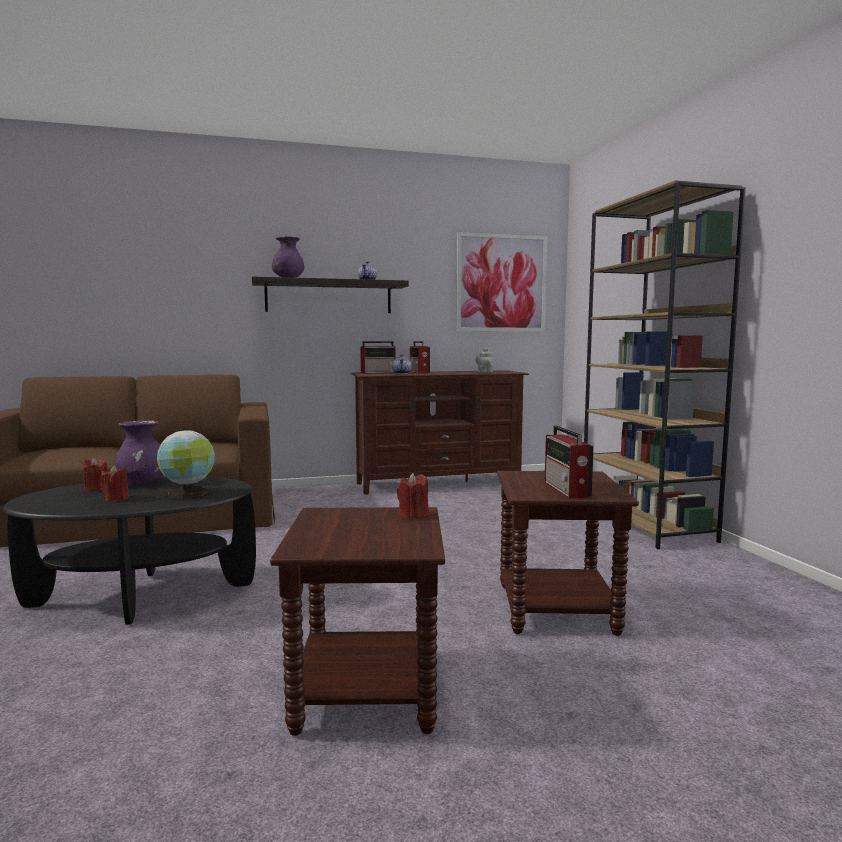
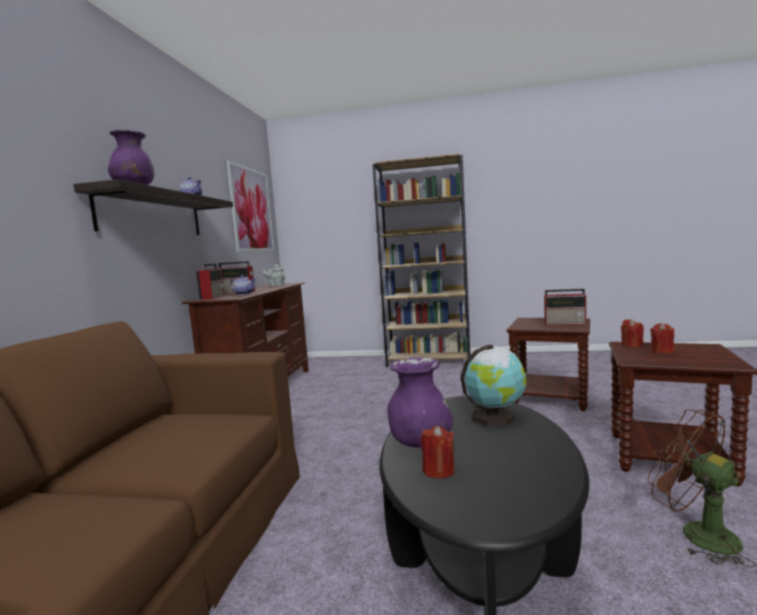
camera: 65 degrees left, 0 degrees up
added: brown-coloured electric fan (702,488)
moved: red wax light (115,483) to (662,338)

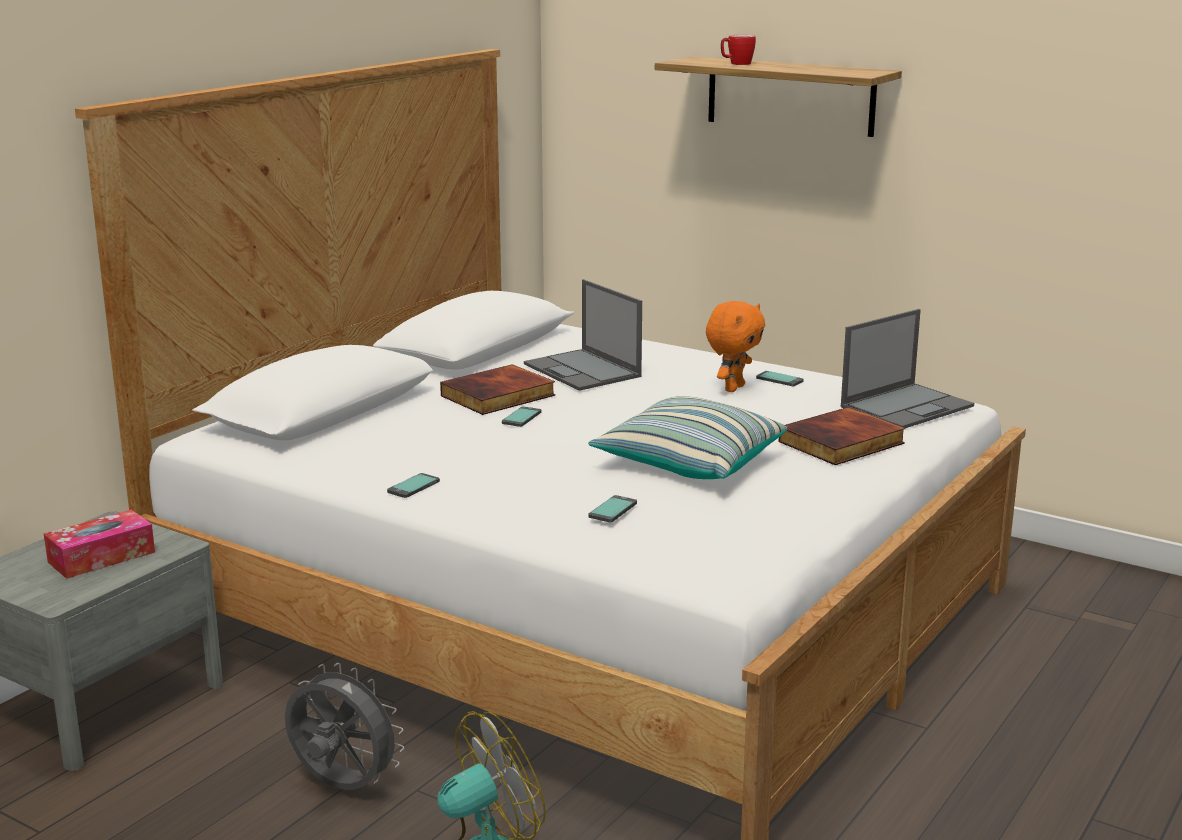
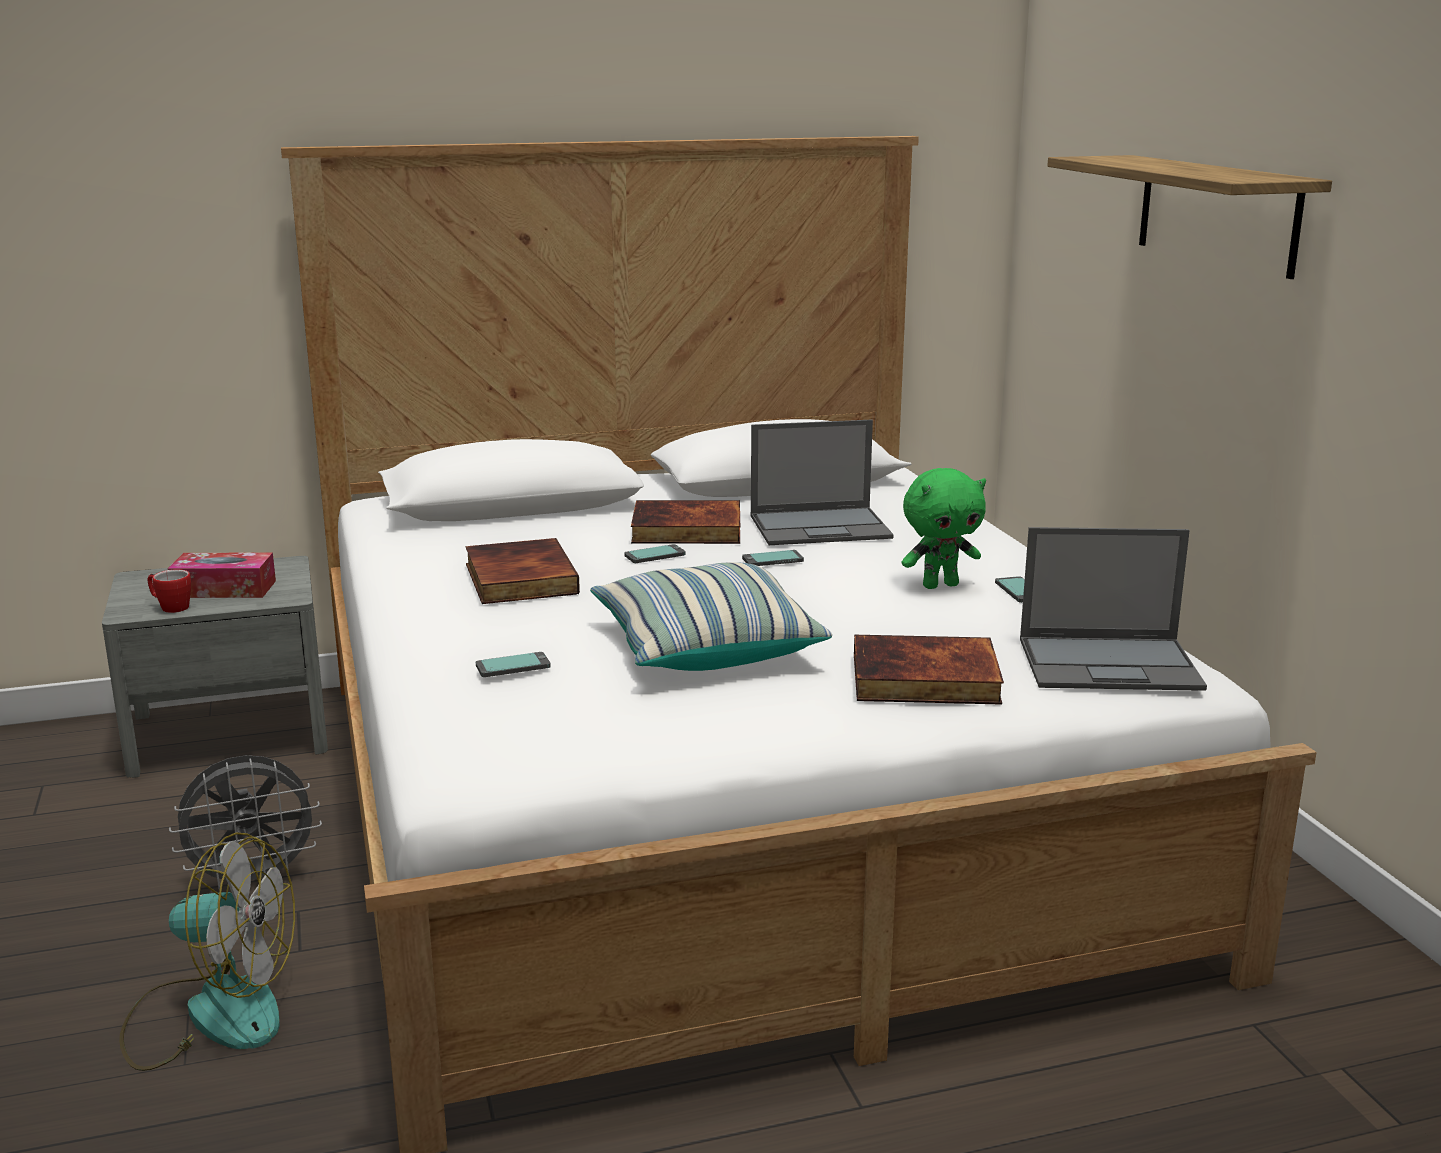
camera: 40 degrees right, 0 degrees up
added: bound book (523,571)
moved: handset (413,485) to (773,558); tea mug (738,50) to (169,591)
recoloured: orangey plush toy (735,346) to greenish plush toy (944,528)
turned: gray electric fan (344,726) = (245,822) 90 degrees clockwise; laptop (583,335) = (822,482) 105 degrees counterclockwise

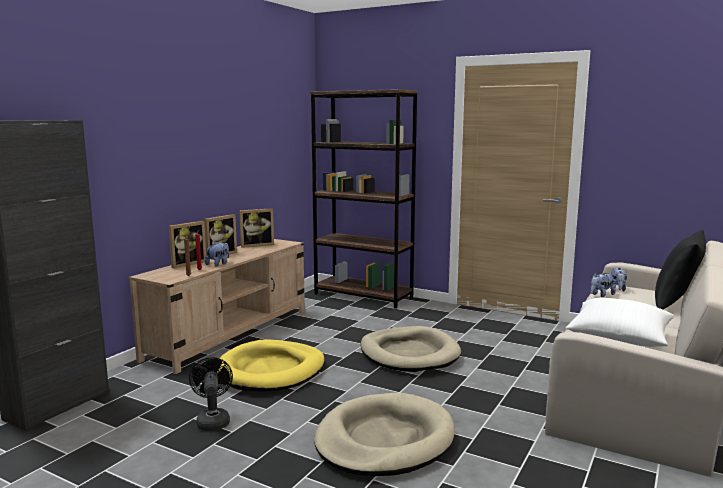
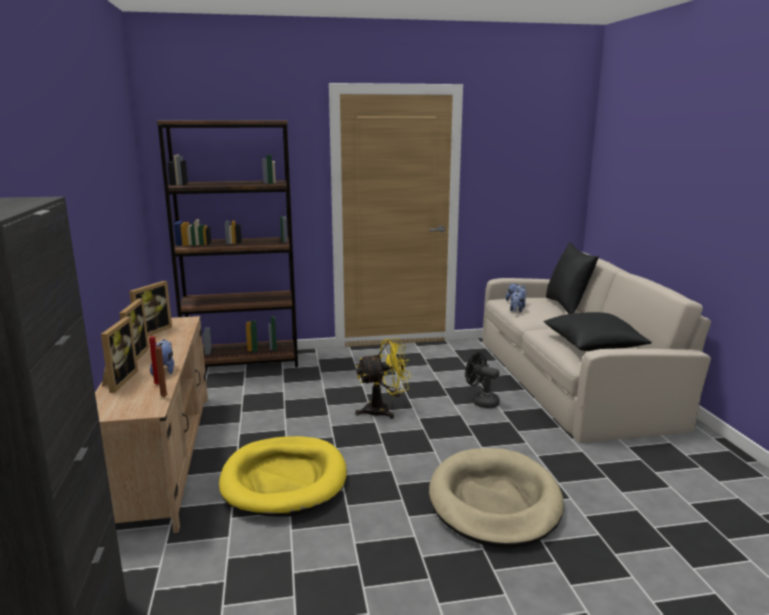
camera: 40 degrees left, 5 degrees up
moved: black electric fan (211,394) to (482,380)
replaced: beige-coloured dog cushion (410,349) to yellow-coloured electric fan (383,378)
recoloured: whitish cushion (619,322) to black cushion (597,331)

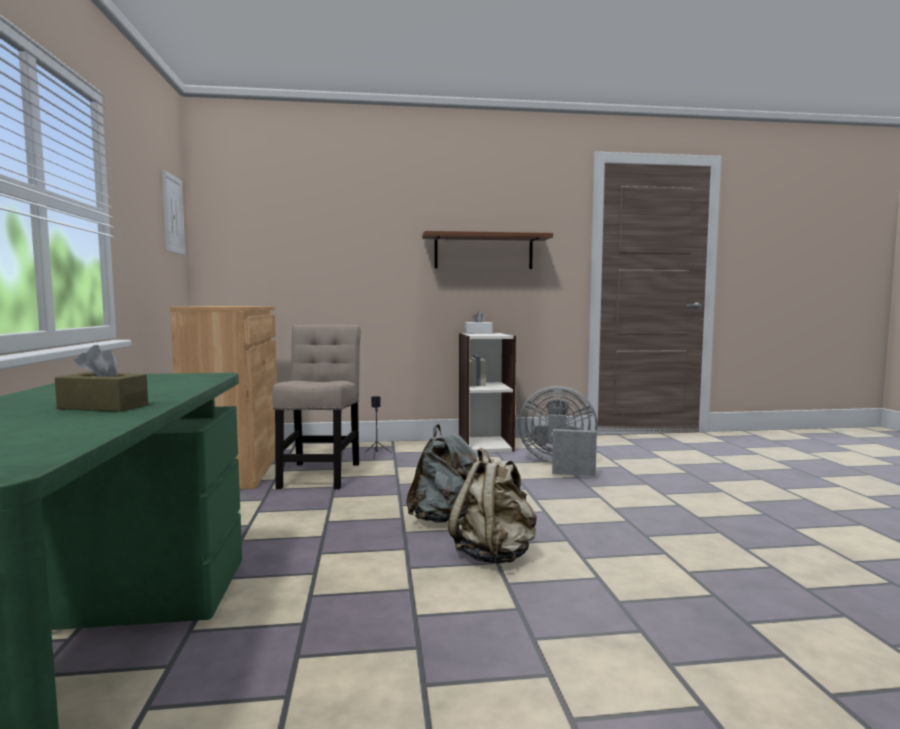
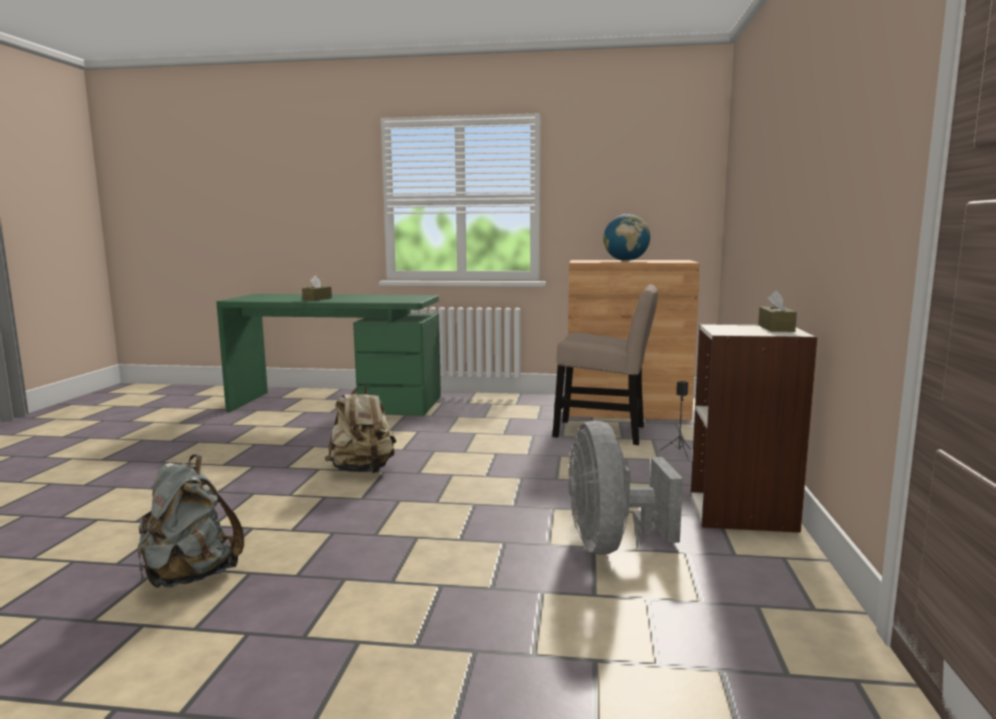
camera: 105 degrees right, 5 degrees up
removed: wall art (173,212); brown-coloured shelf (487,250)
added: world globe (626,237)
moved: gray backpack (441,473) to (190,521)
recoloured: whitish box of tissues (478,323) to brown-coloured box of tissues (777,311)
turned: gray electric fan (558,431) = (625,488) 150 degrees clockwise

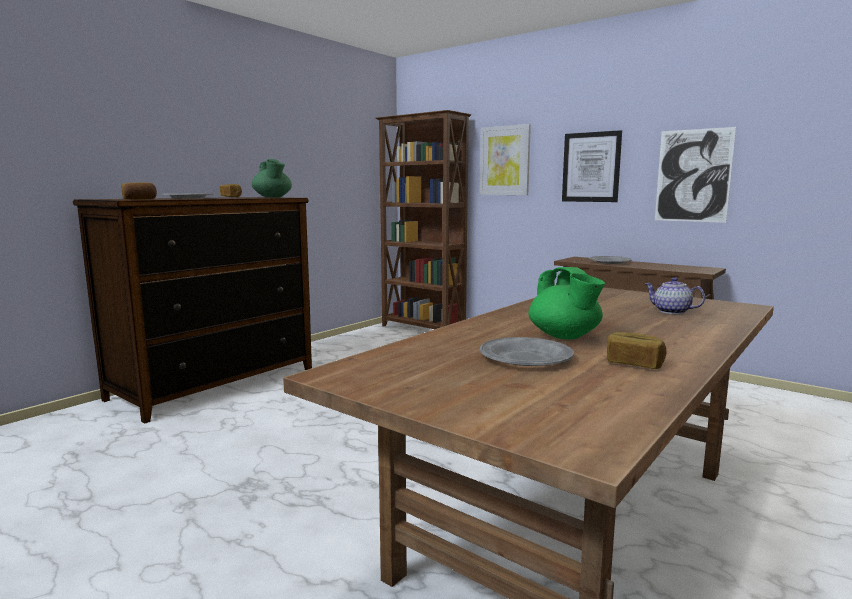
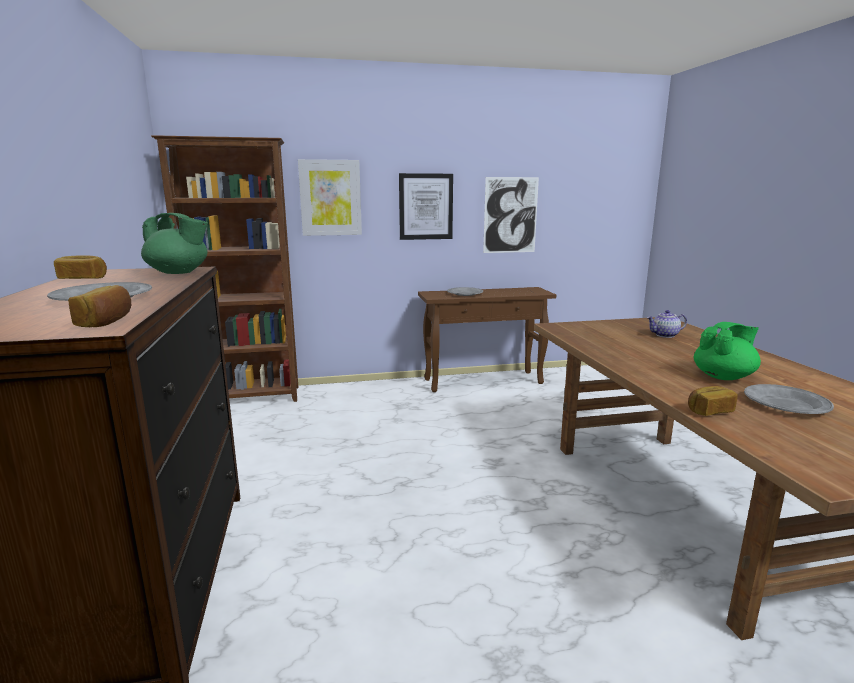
camera: 50 degrees left, 5 degrees up
moved: bread (637,350) to (713,401)
turned: greenish teapot (566,303) = (727,351) 45 degrees counterclockwise

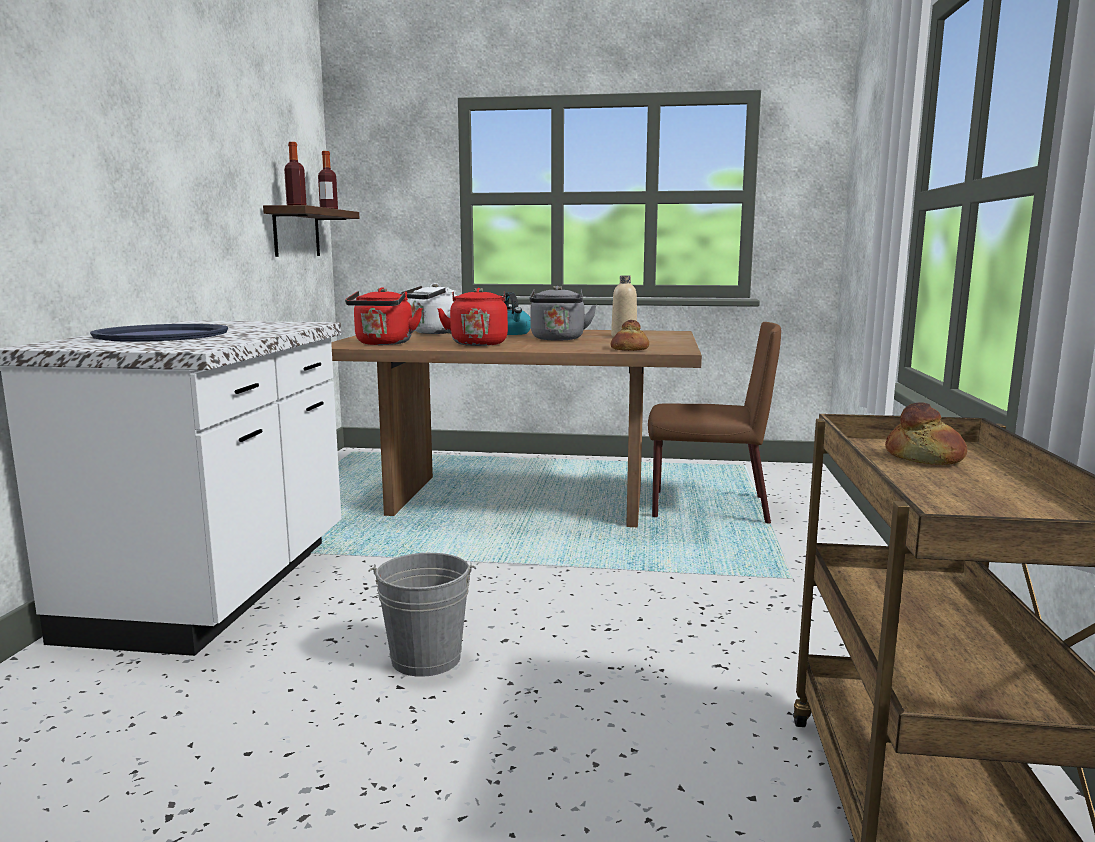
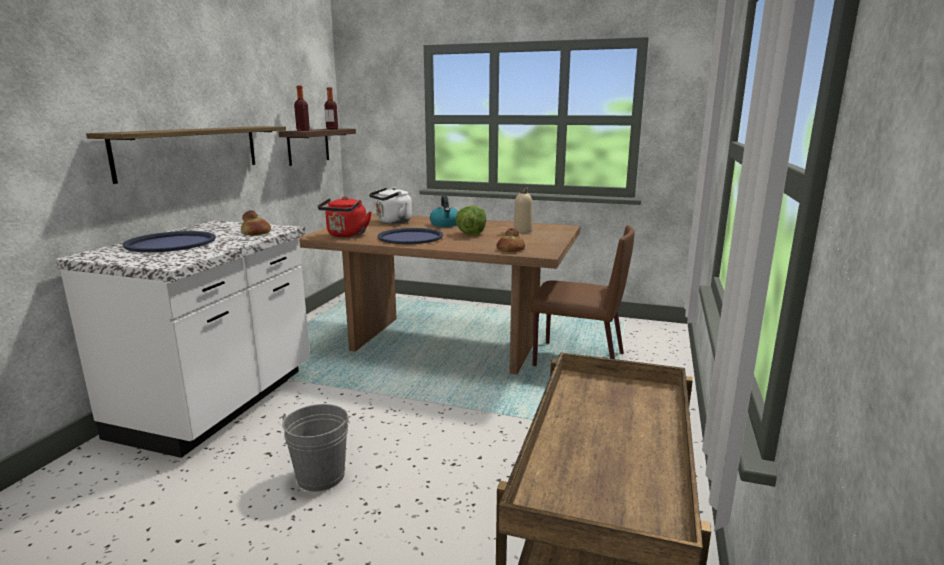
camera: 10 degrees right, 5 degrees up
added: shelf (186,155)
moved: bread (926,433) to (256,222)
replaced: red tea kettle (472,317) to blue tray (410,236); gray tea kettle (563,313) to lettuce head (470,220)

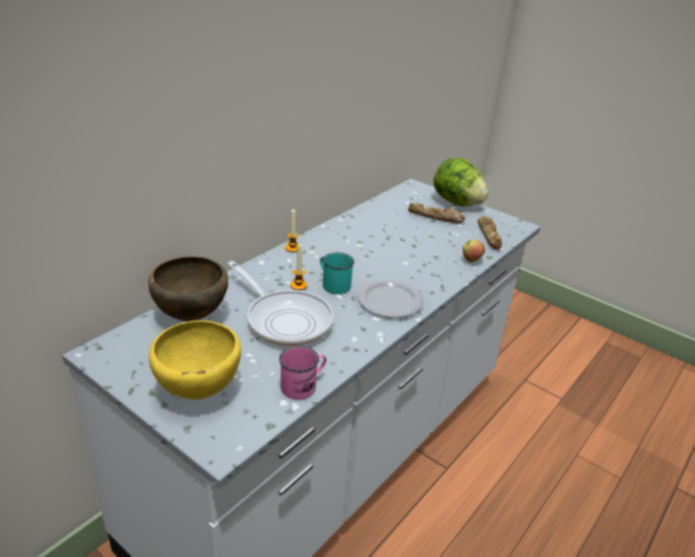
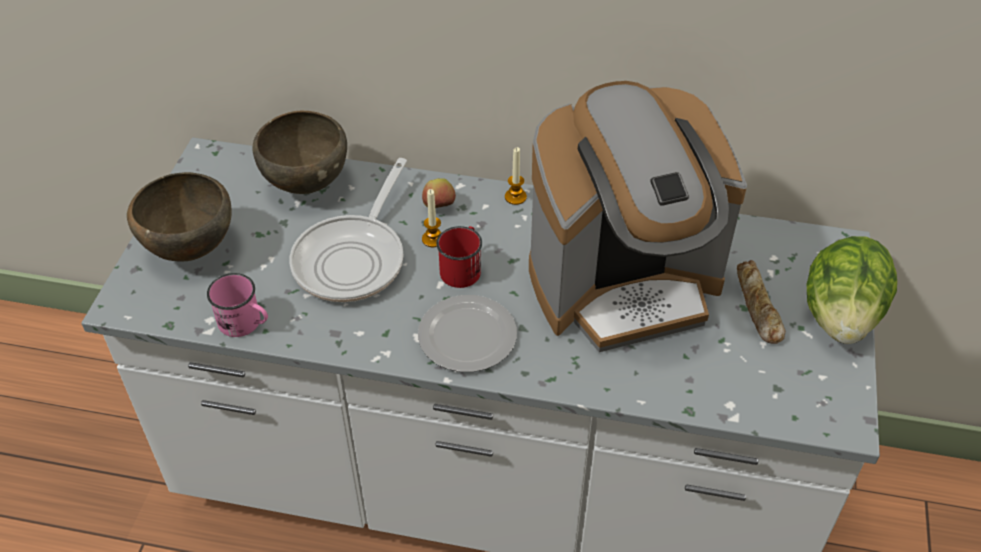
camera: 65 degrees right, 15 degrees up
removed: bread (490,232)
added: coffee maker (638,216)
moved: apple (474,251) to (439,193)
recoloured: yellow-coloured serving bowl (195,360) to brown-coloured serving bowl (179,217); blue-green tea mug (337,273) to red tea mug (459,257)

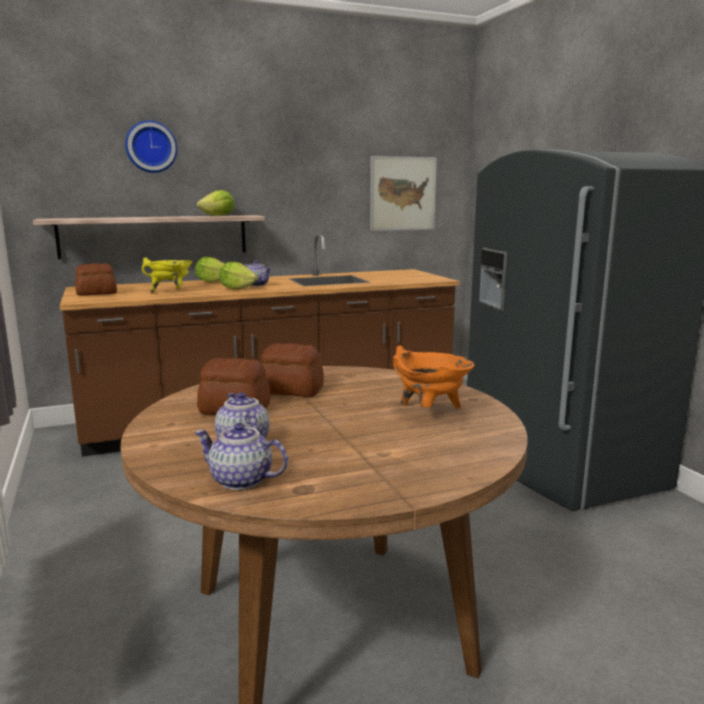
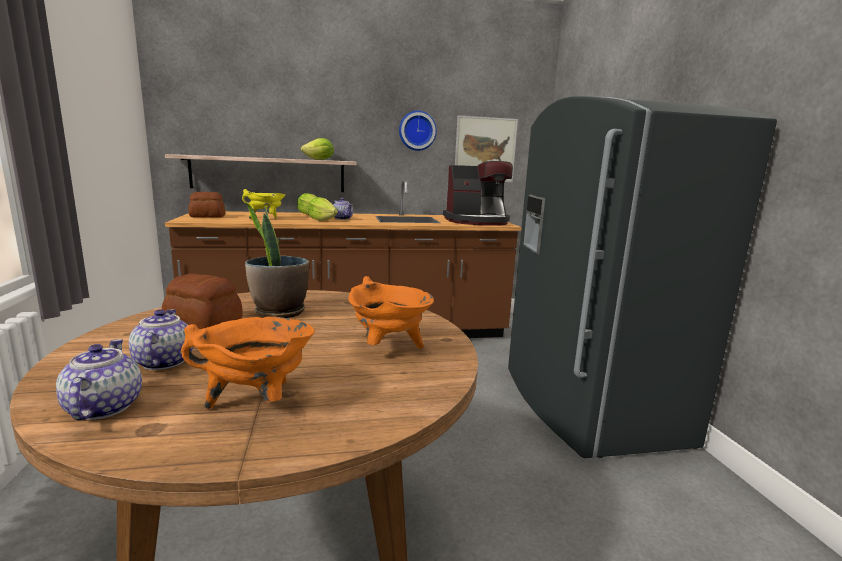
camera: 10 degrees right, 0 degrees up
added: orangey cooking pot (247,363); coffee maker (478,193)
moved: wall clock (151,146) to (418,131)
replaced: bread (292,370) to potted plant (277,260)
turned: teapot (241,456) = (99,380) 45 degrees clockwise

